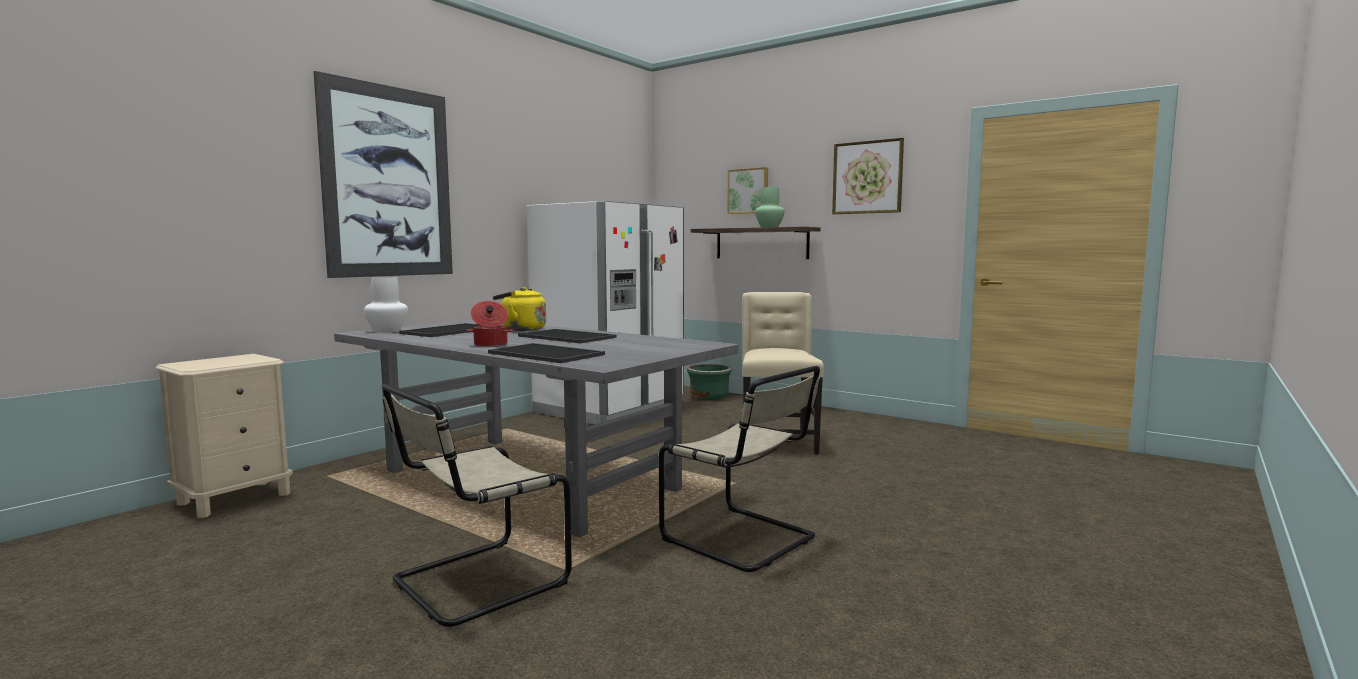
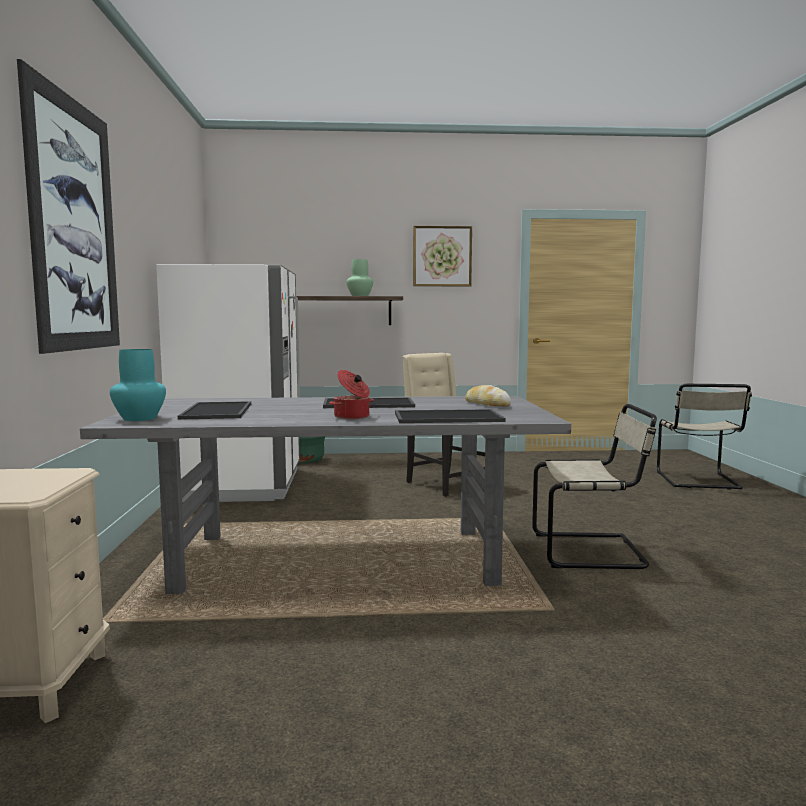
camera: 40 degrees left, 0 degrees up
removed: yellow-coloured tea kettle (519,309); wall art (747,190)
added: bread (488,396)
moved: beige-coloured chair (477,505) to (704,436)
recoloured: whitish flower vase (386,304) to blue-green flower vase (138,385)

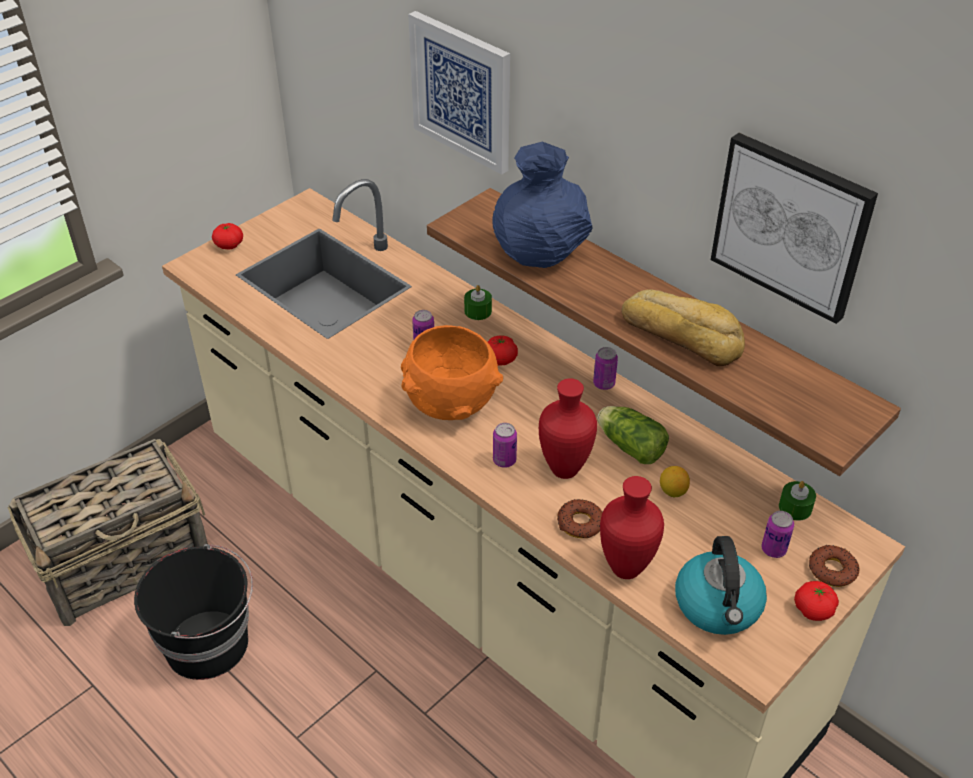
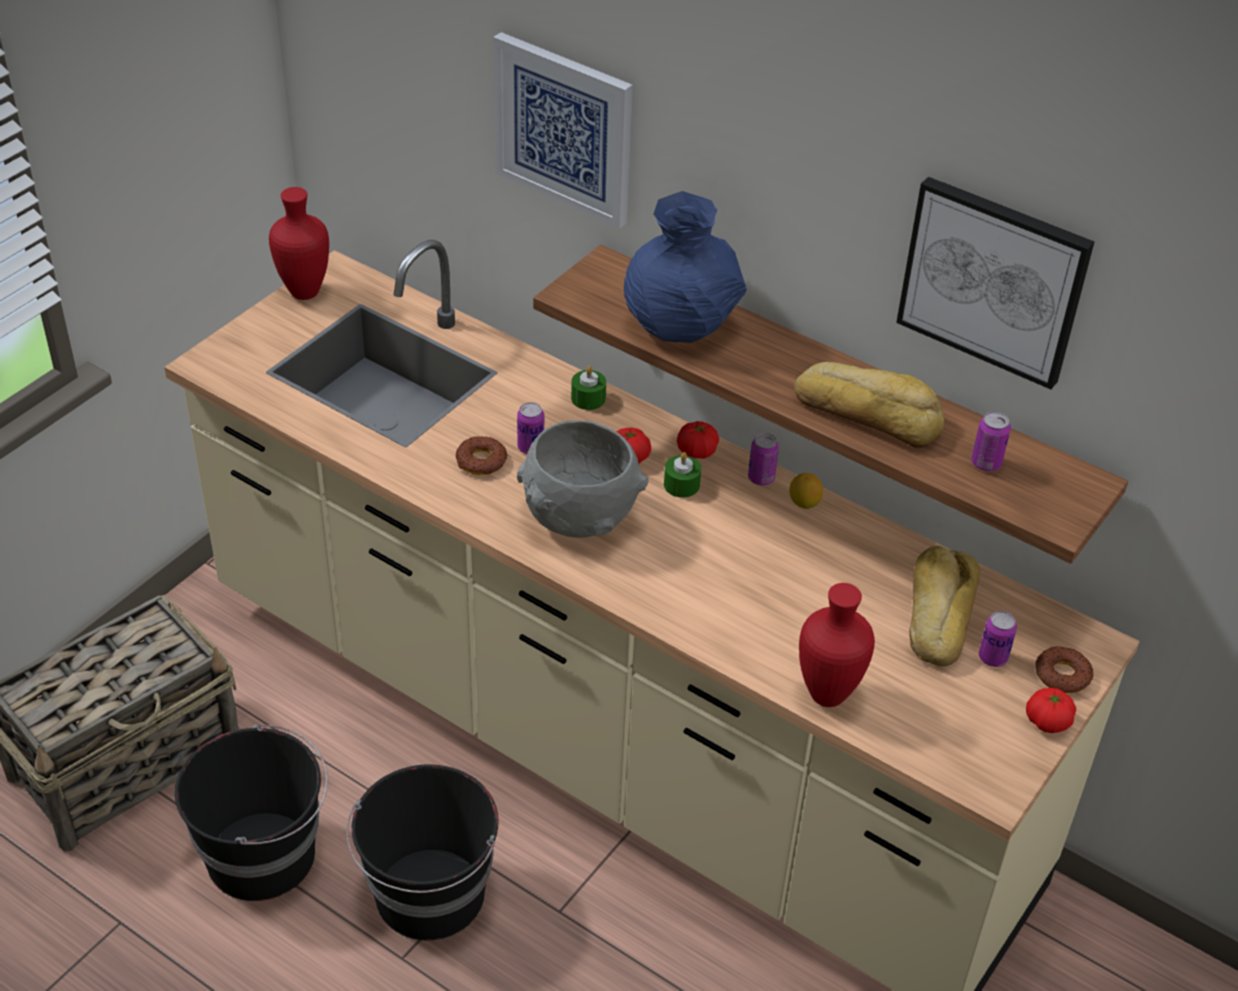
camera: 10 degrees left, 0 degrees up
removed: lettuce head (633,435); tea kettle (721,585)
added: black water bucket (423,852); bread (944,606)
moved: fresh tomato (227,236) to (698,439); sealed can (505,445) to (991,441); red flower vase (568,428) to (299,243); ring doughnut (580,518) to (482,455); lemon (675,481) to (806,491); greenish wax light (797,501) to (682,475)
recoloured: orangey serving bowl (452,372) to gray serving bowl (583,479)

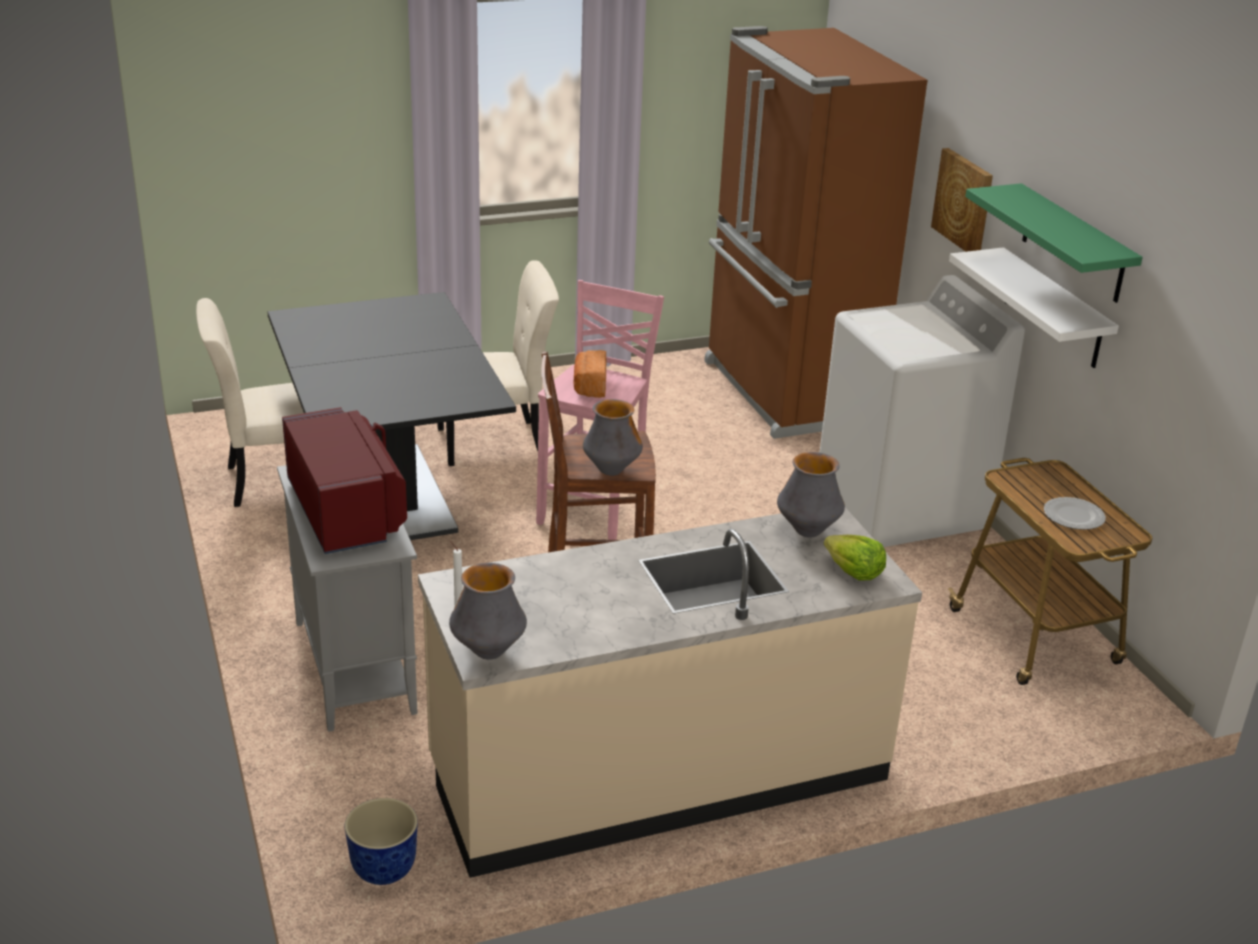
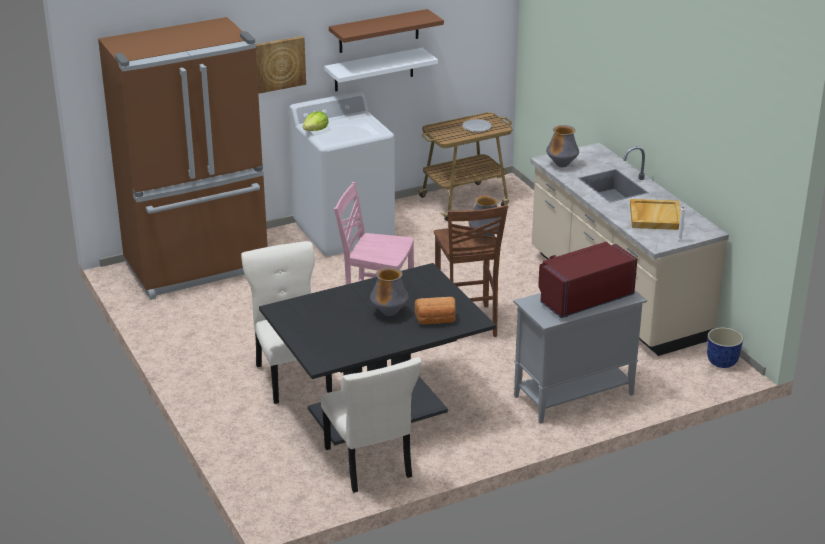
camera: 95 degrees left, 0 degrees up
added: beige-coloured tray (655,214)
moved: flower vase (488,611) to (389,291); bread (589,374) to (435,310); lettuce head (855,557) to (315,121)
recoloured: greenish shelf (1054,243) to brown-coloured shelf (386,31)

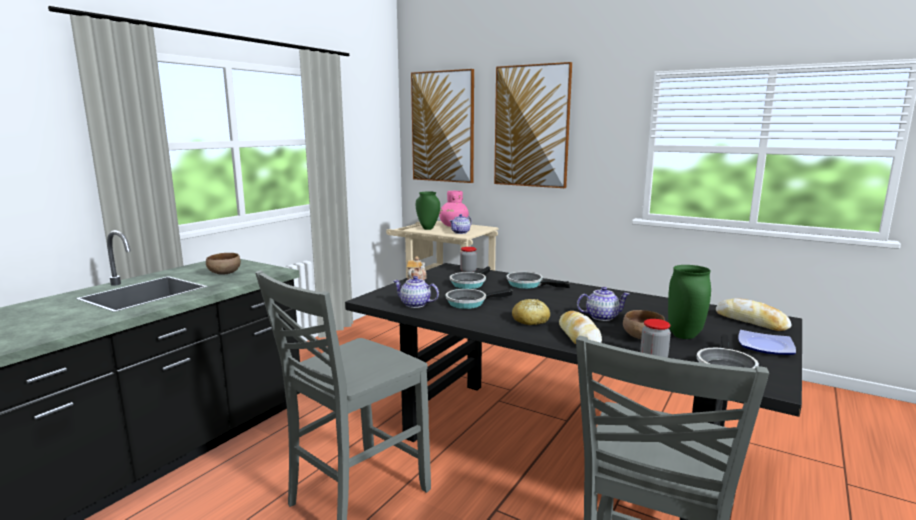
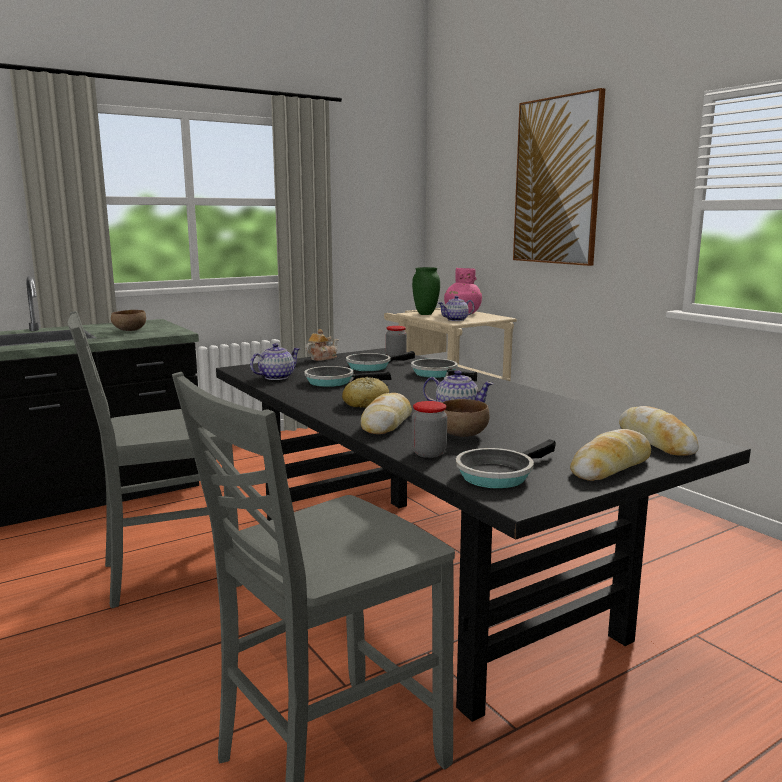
camera: 25 degrees right, 0 degrees up
removed: wall art (442,126); greenish flower vase (689,302)
replaced: dinner plate (767,342) to bread (610,455)
turned: teapot (416,292) = (275,361) 90 degrees clockwise

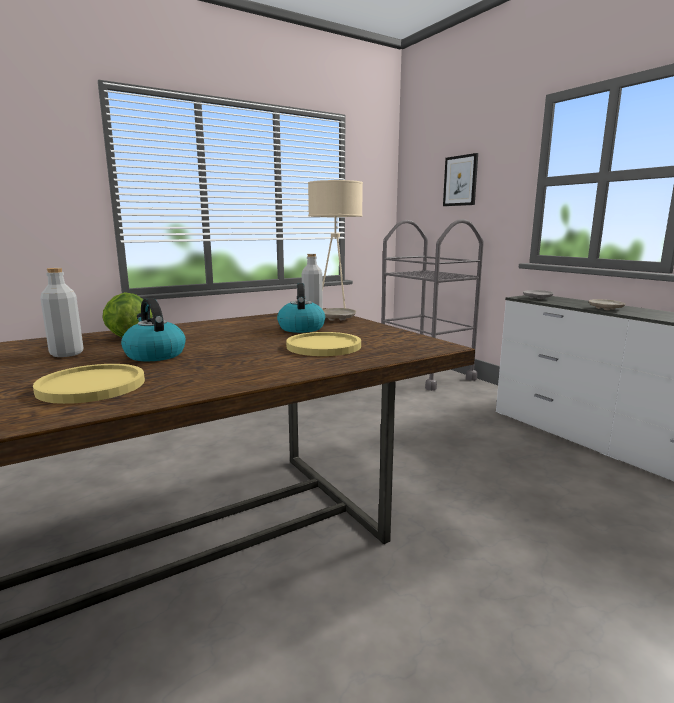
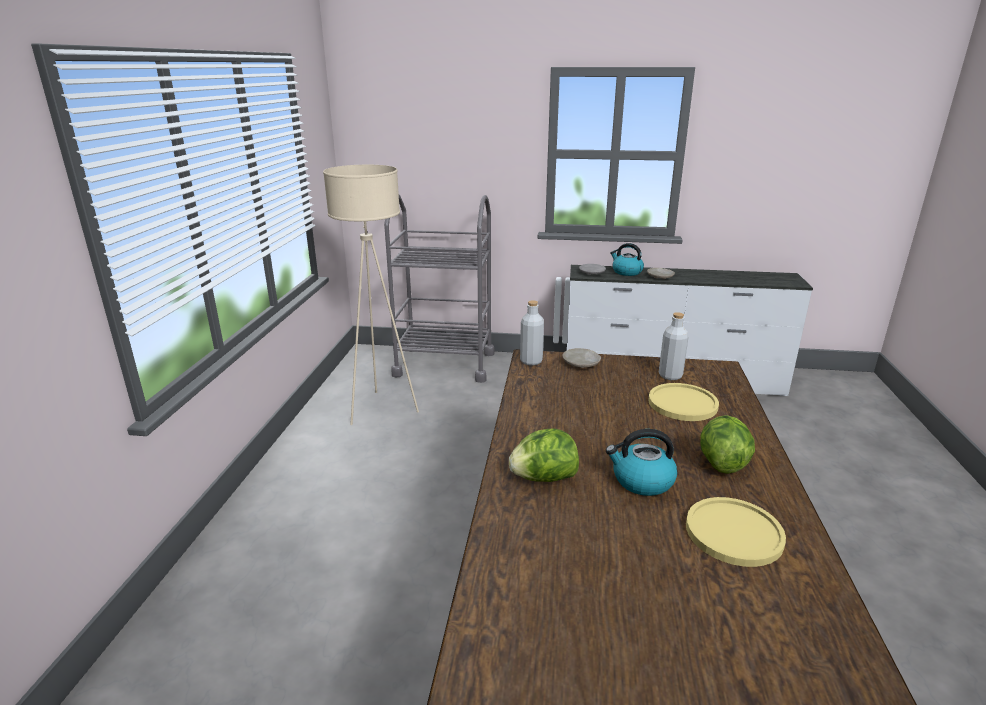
camera: 50 degrees left, 10 degrees up
removed: wall art (460,179)
added: lettuce head (727,444)
moved: gray beverage bottle (62,312) to (674,346); tea kettle (301,308) to (627,259)

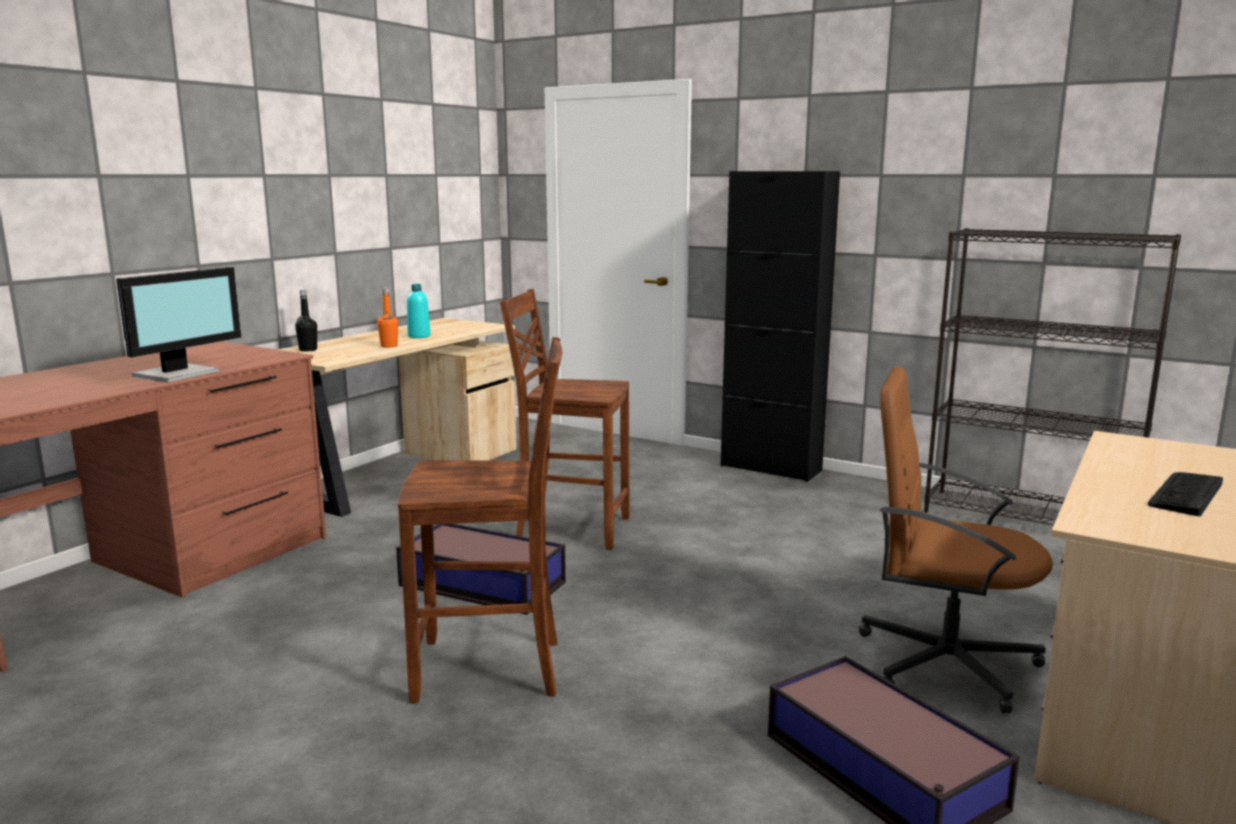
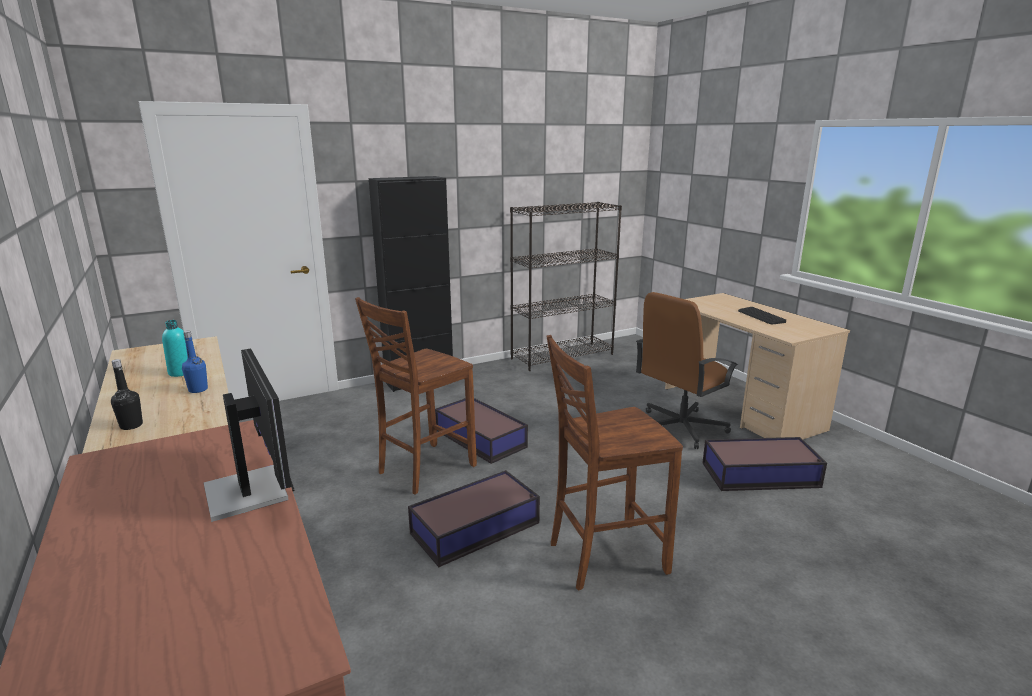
camera: 60 degrees left, 5 degrees up
added: storage bin (481,431)
recoloured: orangey beverage bottle (387,317) to blue beverage bottle (195,362)
turned: brown-coloured chair (480,520) = (615,463) 135 degrees counterclockwise

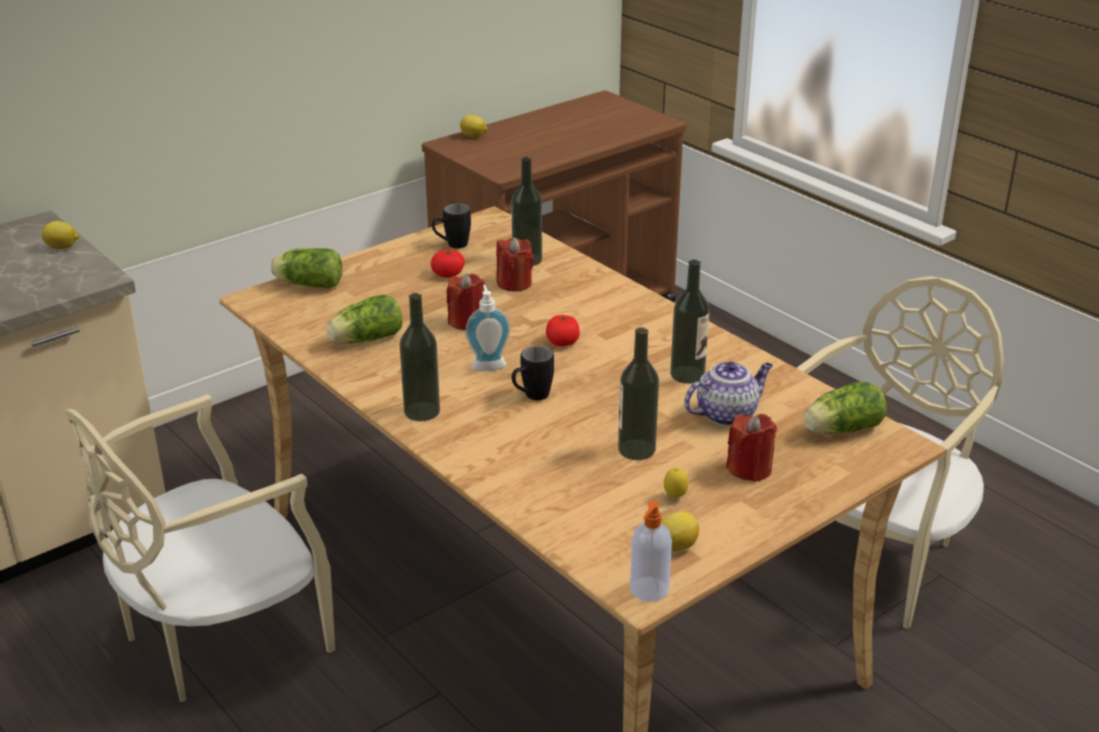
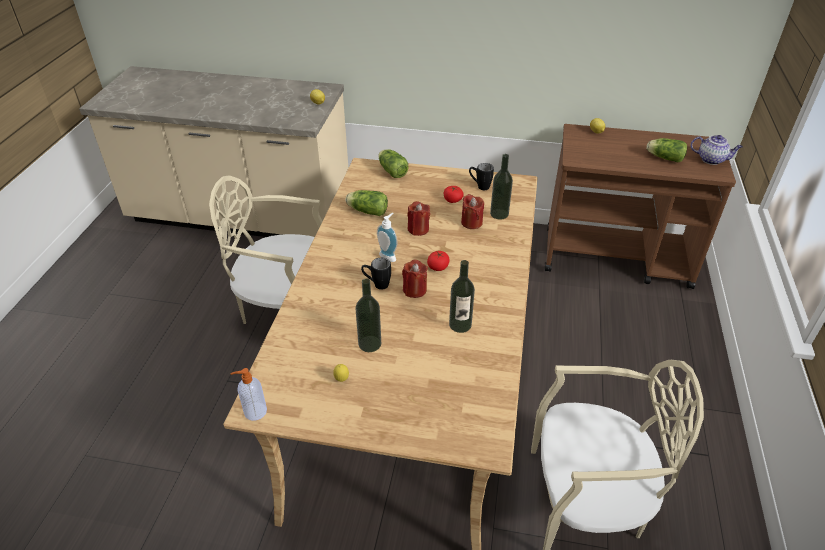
camera: 50 degrees right, 10 degrees up
removed: beverage bottle (419,357); lemon (680,531)
moved: teapot (728,394) to (716,150); red wax light (751,448) to (415,279); lettuce head (845,407) to (667,150)

